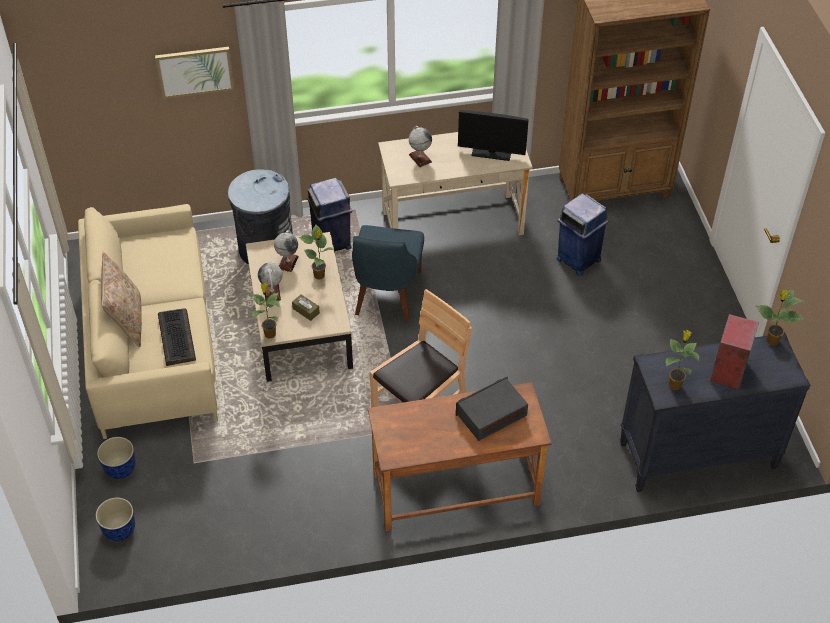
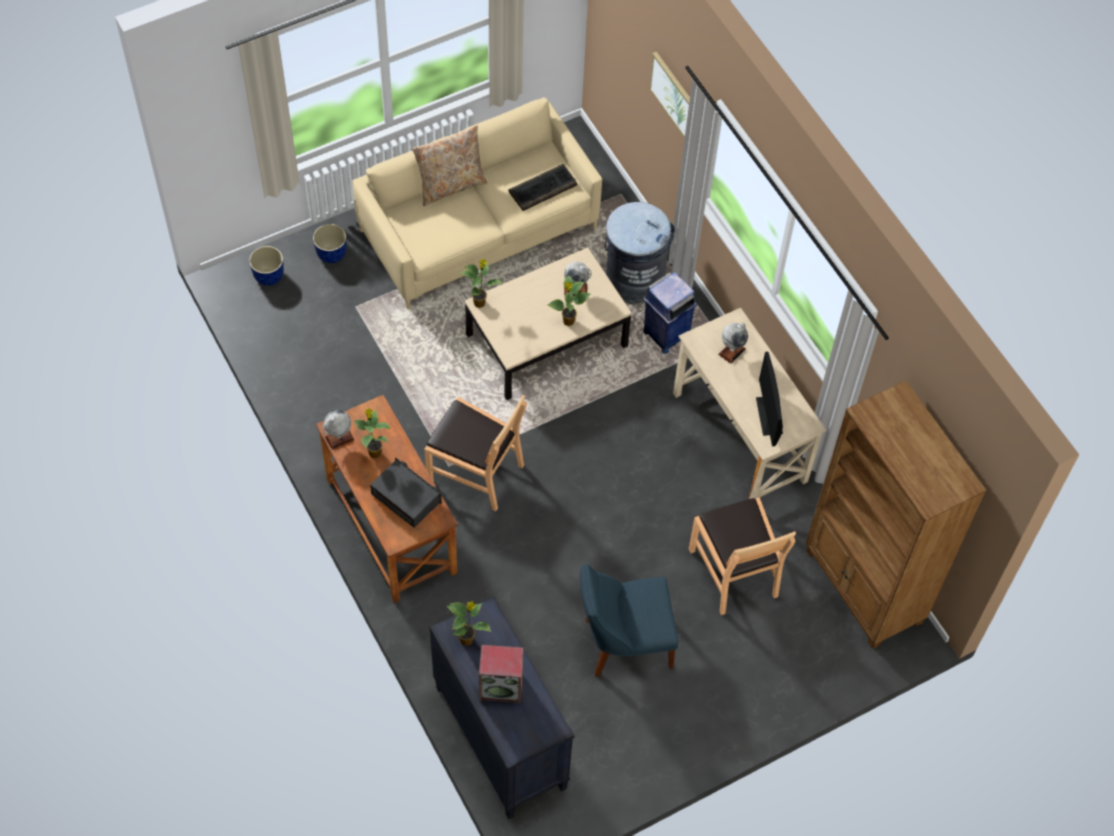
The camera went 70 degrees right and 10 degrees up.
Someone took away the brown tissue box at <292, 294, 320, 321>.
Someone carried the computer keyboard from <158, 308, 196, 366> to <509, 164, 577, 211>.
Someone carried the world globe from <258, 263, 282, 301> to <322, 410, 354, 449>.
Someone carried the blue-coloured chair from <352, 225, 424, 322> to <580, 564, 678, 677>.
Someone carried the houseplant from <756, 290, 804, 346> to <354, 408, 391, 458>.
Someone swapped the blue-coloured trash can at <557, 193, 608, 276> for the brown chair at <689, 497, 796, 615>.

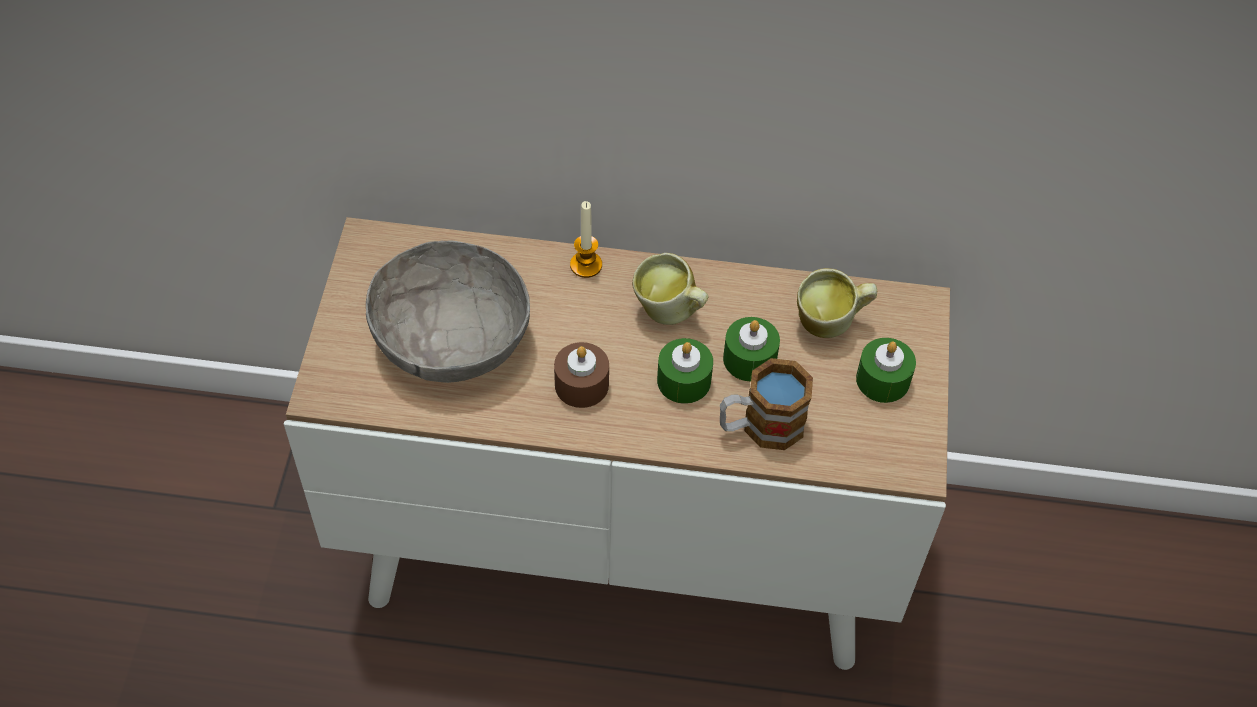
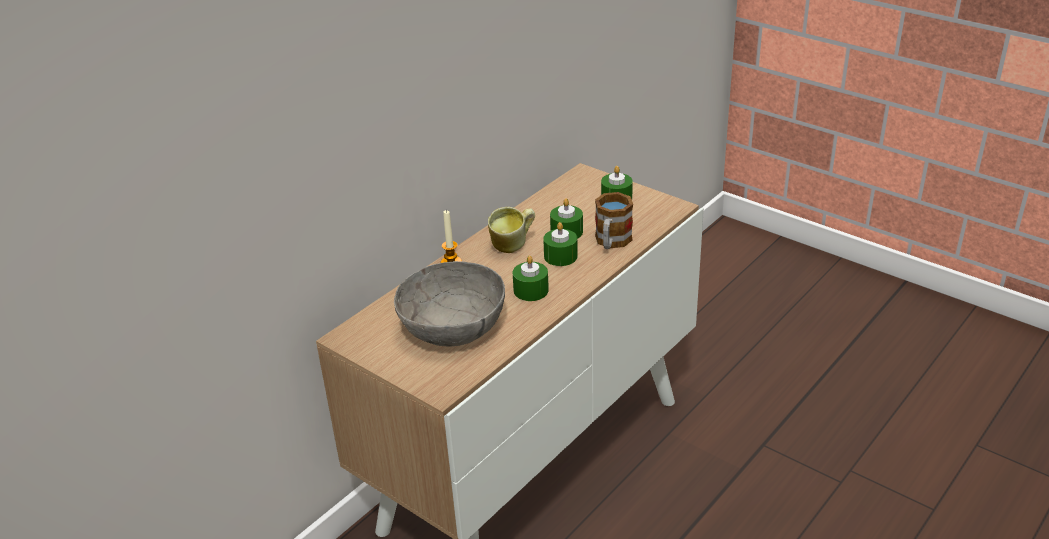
The camera went 55 degrees left and 20 degrees down.
Someone took away the coffee mug at <797, 268, 877, 338>.
Someone repainted the brown candle at <554, 342, 609, 408>, which became the green-coloured candle at <513, 256, 549, 301>.

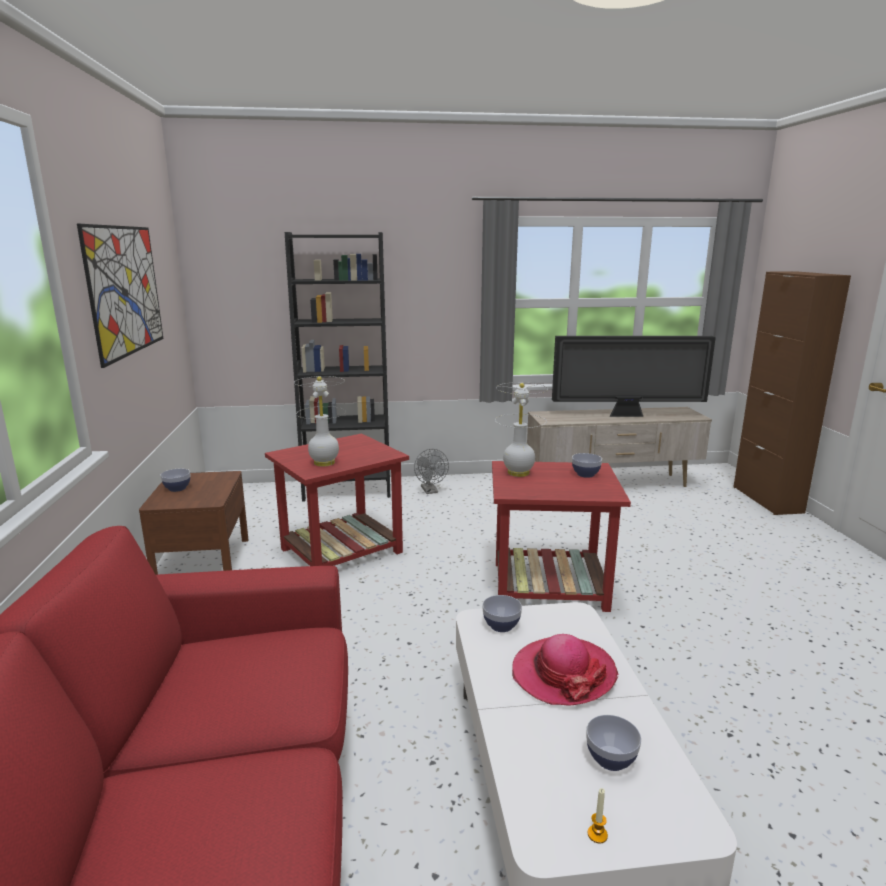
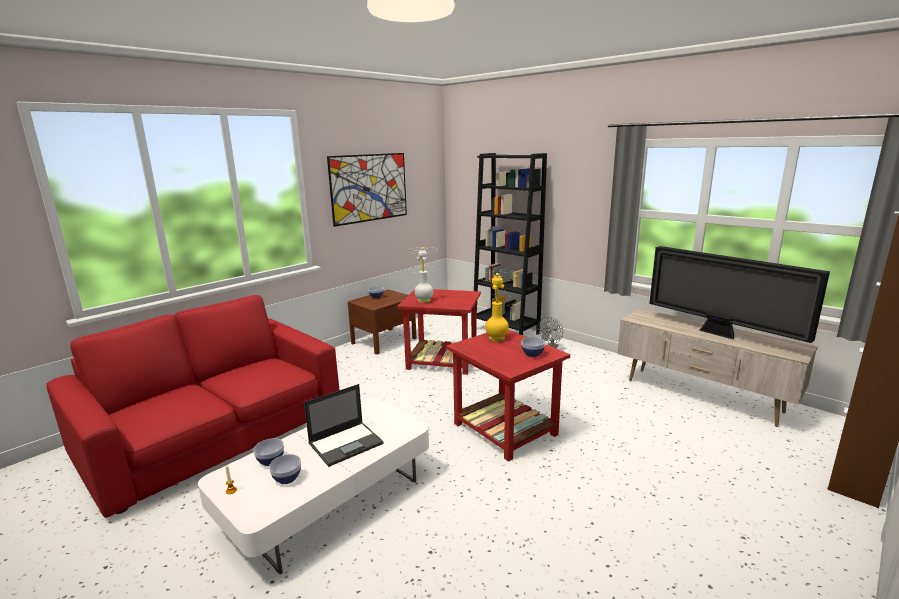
The camera went 50 degrees right and 0 degrees up.
Someone carried the serving bowl from <482, 595, 522, 632> to <253, 438, 284, 466>.
Someone swapped the wearable hat at <512, 634, 619, 706> for the laptop at <304, 384, 384, 467>.
Someone repainted the white table lamp at <496, 382, 546, 477>, which became the yellow table lamp at <478, 272, 517, 342>.

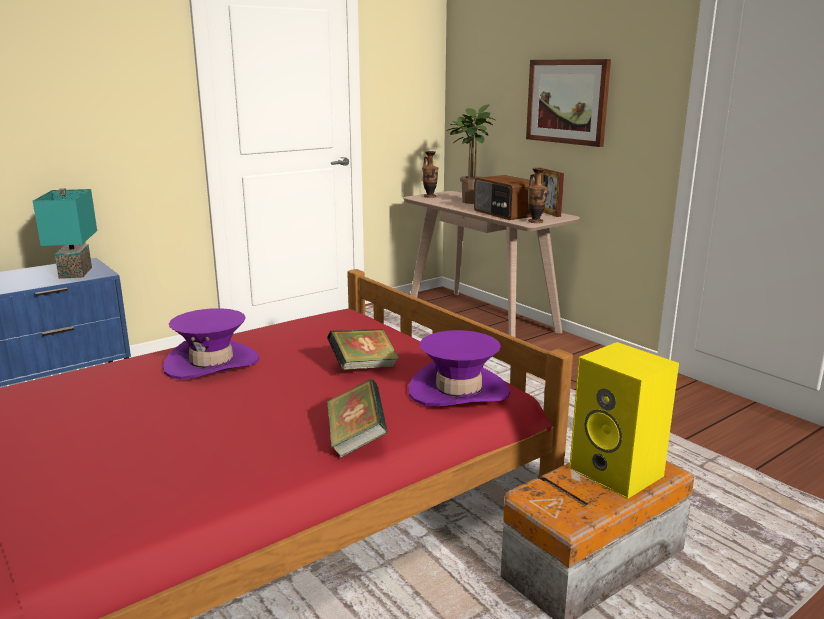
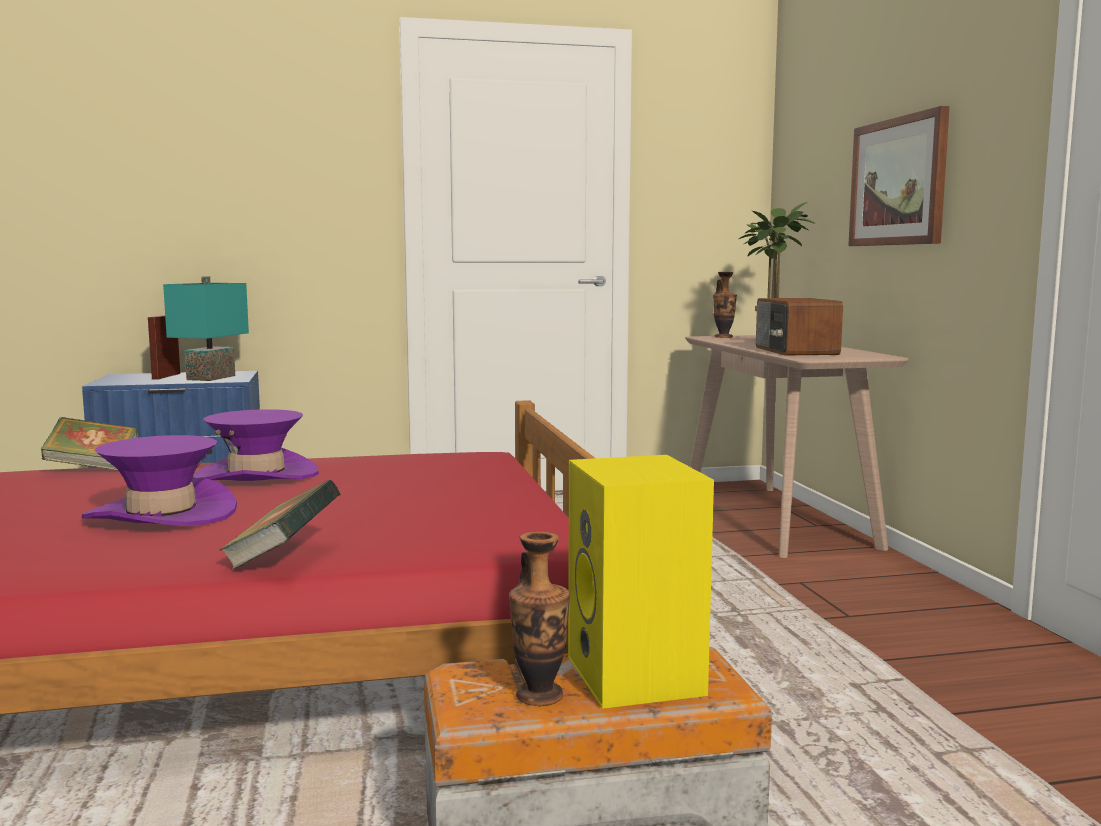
The camera went 25 degrees right and 10 degrees down.
Someone carried the bound book from <327, 329, 399, 370> to <41, 417, 139, 471>.
Someone carried the purple wearable hat from <408, 330, 510, 406> to <82, 435, 237, 526>.
Someone carried the vase from <528, 168, 548, 223> to <509, 531, 570, 706>.
Someone carried the photo frame from <541, 169, 564, 217> to <148, 315, 180, 379>.

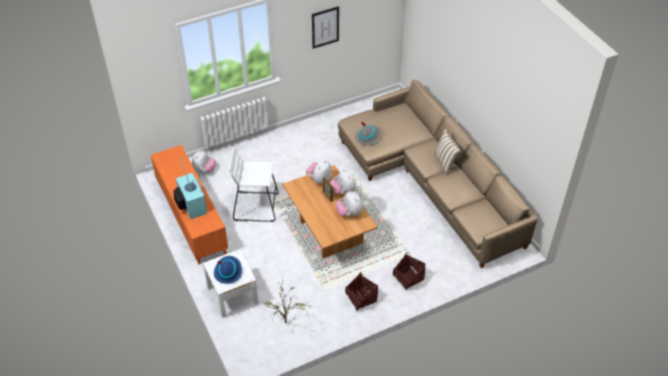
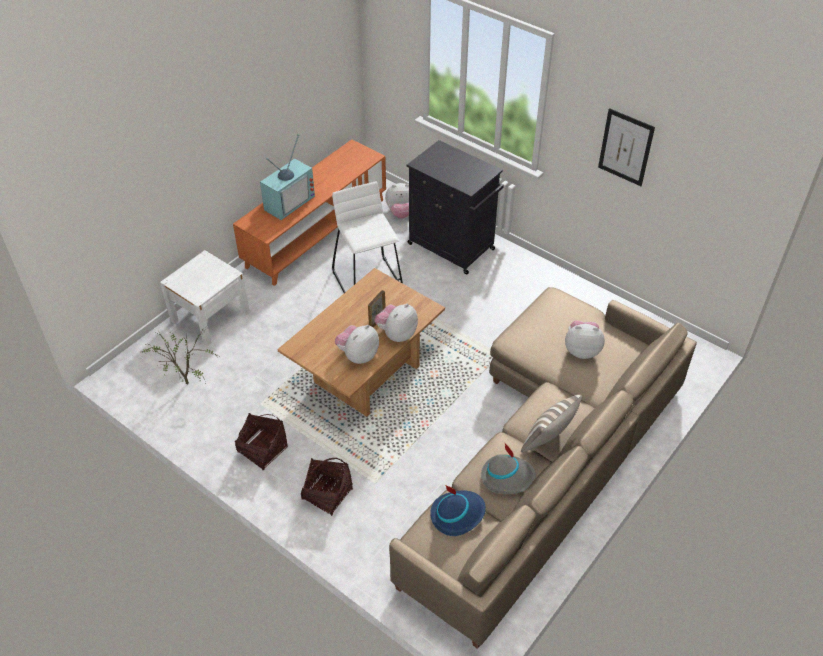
The camera went 65 degrees right and 0 degrees up.
Someone put down the blackish storage cabinet at <407, 140, 504, 275>.
Someone carried the blue-coloured wearable hat from <214, 256, 242, 284> to <430, 485, 486, 536>.
Someone carried the soft toy from <306, 160, 332, 184> to <565, 320, 605, 359>.
Someone carried the greyish wearable hat from <355, 122, 381, 145> to <481, 442, 536, 494>.

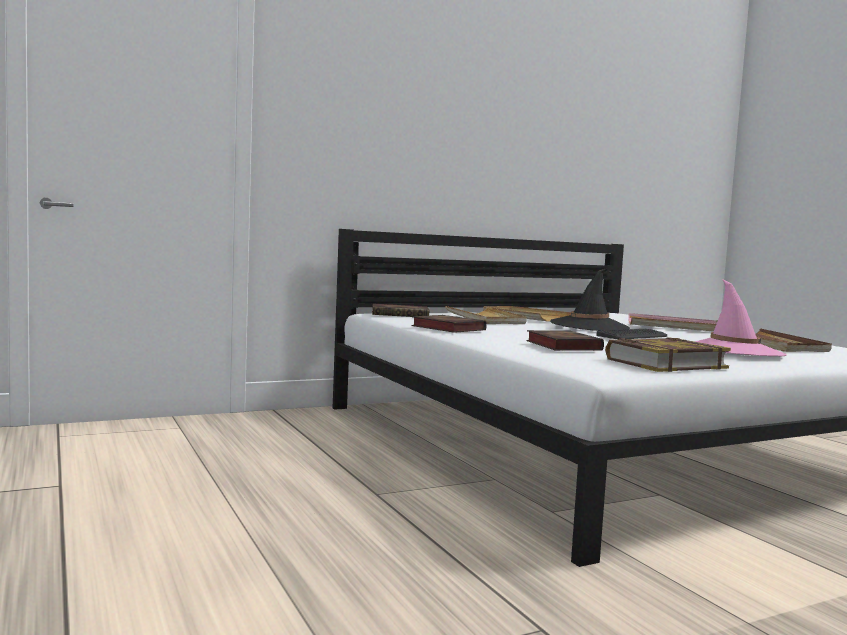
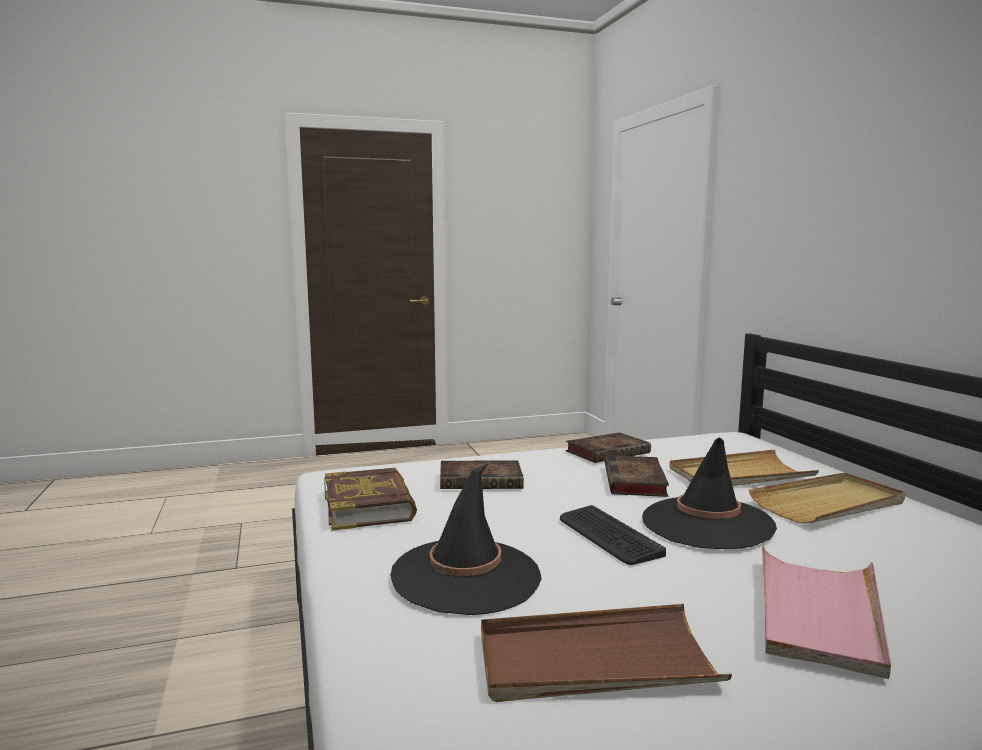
The camera went 100 degrees right and 5 degrees up.
Someone carried the bound book from <372, 304, 429, 317> to <605, 455, 669, 497>.
Someone repainted the pinkish wearable hat at <695, 279, 787, 356>, which became the blackish wearable hat at <390, 463, 542, 615>.

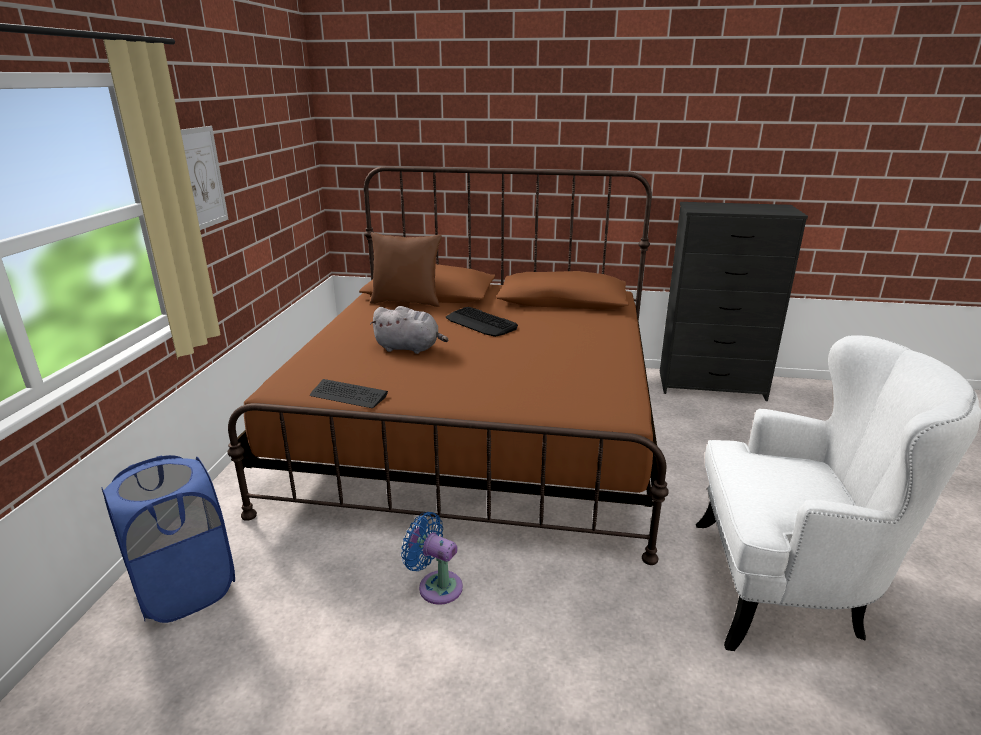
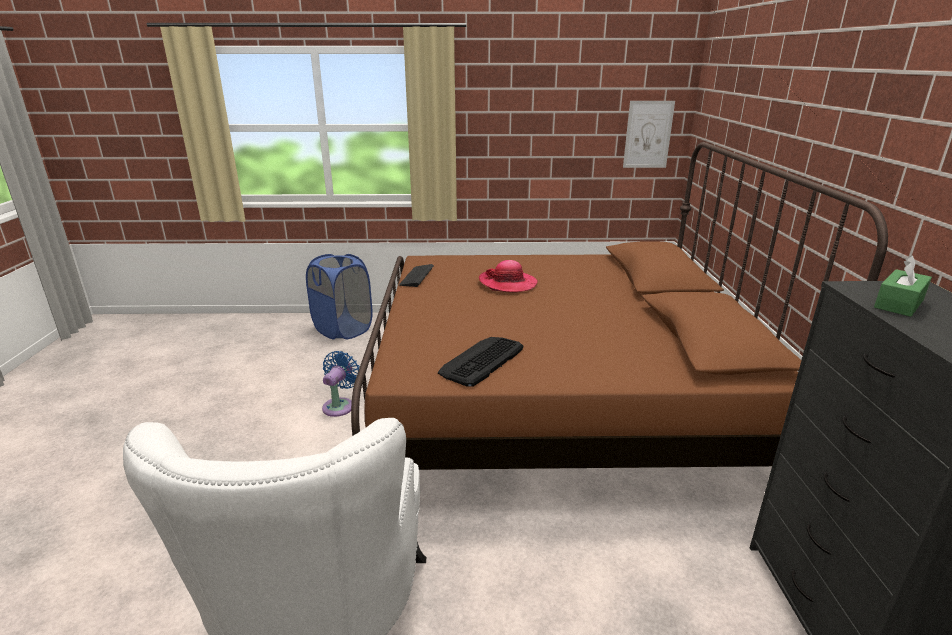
The camera went 80 degrees right and 0 degrees up.
Someone took away the brown pillow at <370, 232, 442, 307>.
Someone put down the green-coloured tissue box at <874, 255, 932, 317>.
Someone carried the picture from <181, 126, 228, 230> to <623, 101, 675, 168>.
Someone carried the computer keyboard from <446, 307, 518, 337> to <438, 337, 524, 387>.
Someone swapped the greyish soft toy at <370, 306, 448, 354> for the wearable hat at <479, 260, 538, 292>.

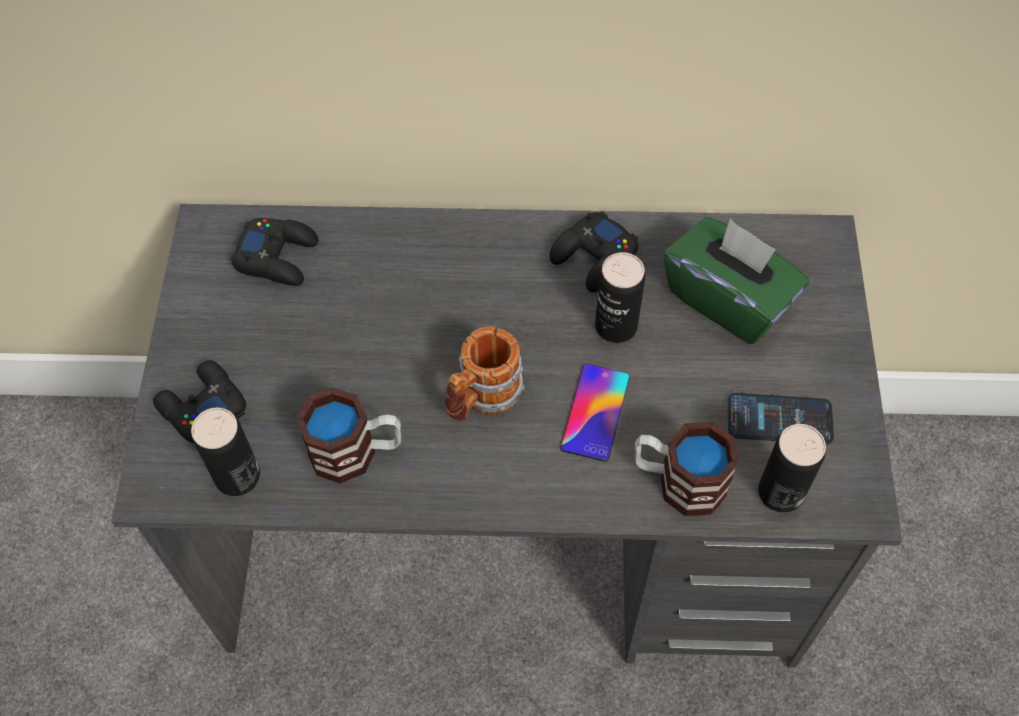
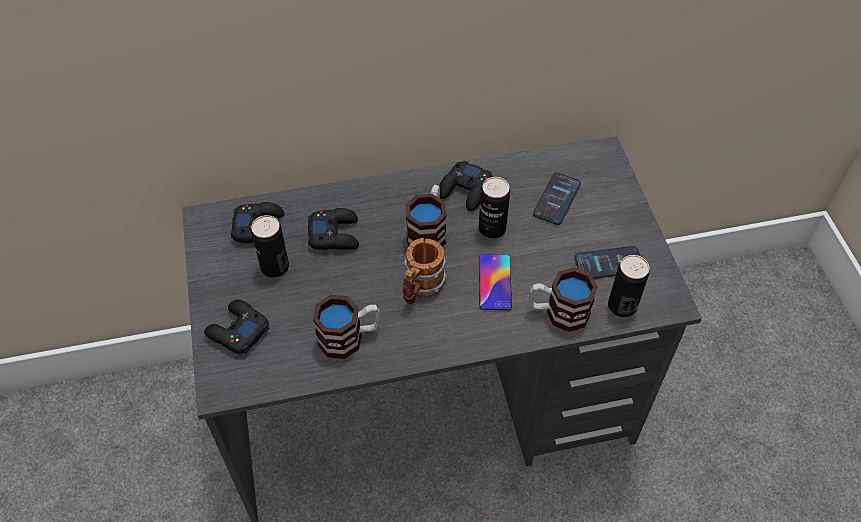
The camera went 15 degrees left and 5 degrees down.
Someone put down the blackish gamepad at <308, 208, 359, 250>.
Someone put down the coffee mug at <405, 185, 447, 247>.
Someone carried the can from <191, 408, 260, 496> to <251, 215, 289, 277>.
Someone swapped the green-coloured tissue box at <664, 217, 809, 344> for the handset at <533, 173, 581, 225>.

